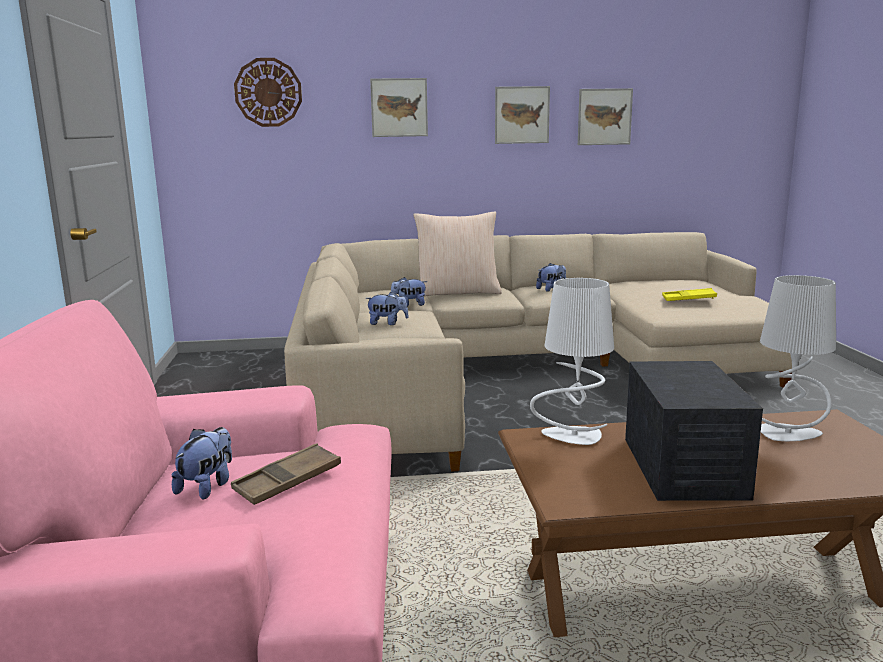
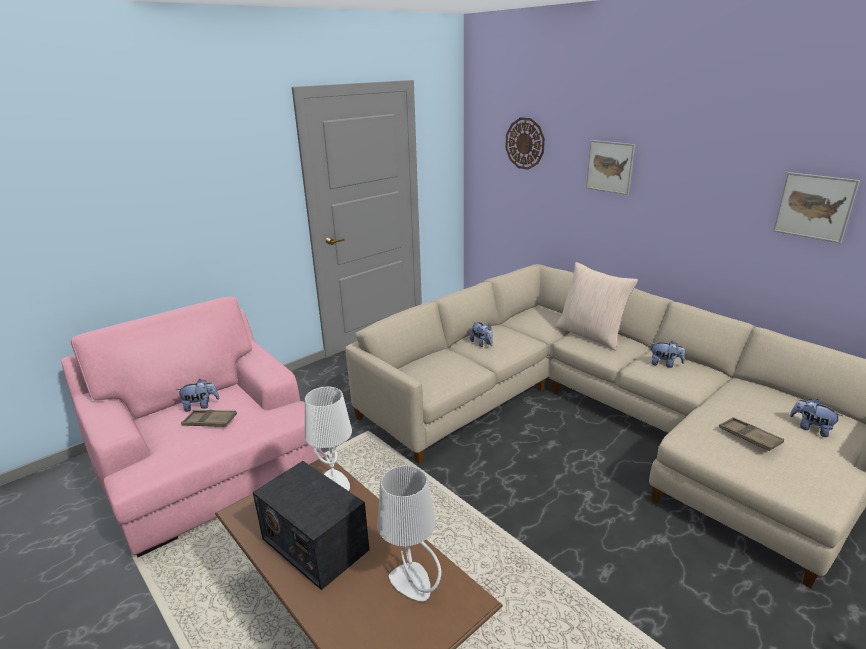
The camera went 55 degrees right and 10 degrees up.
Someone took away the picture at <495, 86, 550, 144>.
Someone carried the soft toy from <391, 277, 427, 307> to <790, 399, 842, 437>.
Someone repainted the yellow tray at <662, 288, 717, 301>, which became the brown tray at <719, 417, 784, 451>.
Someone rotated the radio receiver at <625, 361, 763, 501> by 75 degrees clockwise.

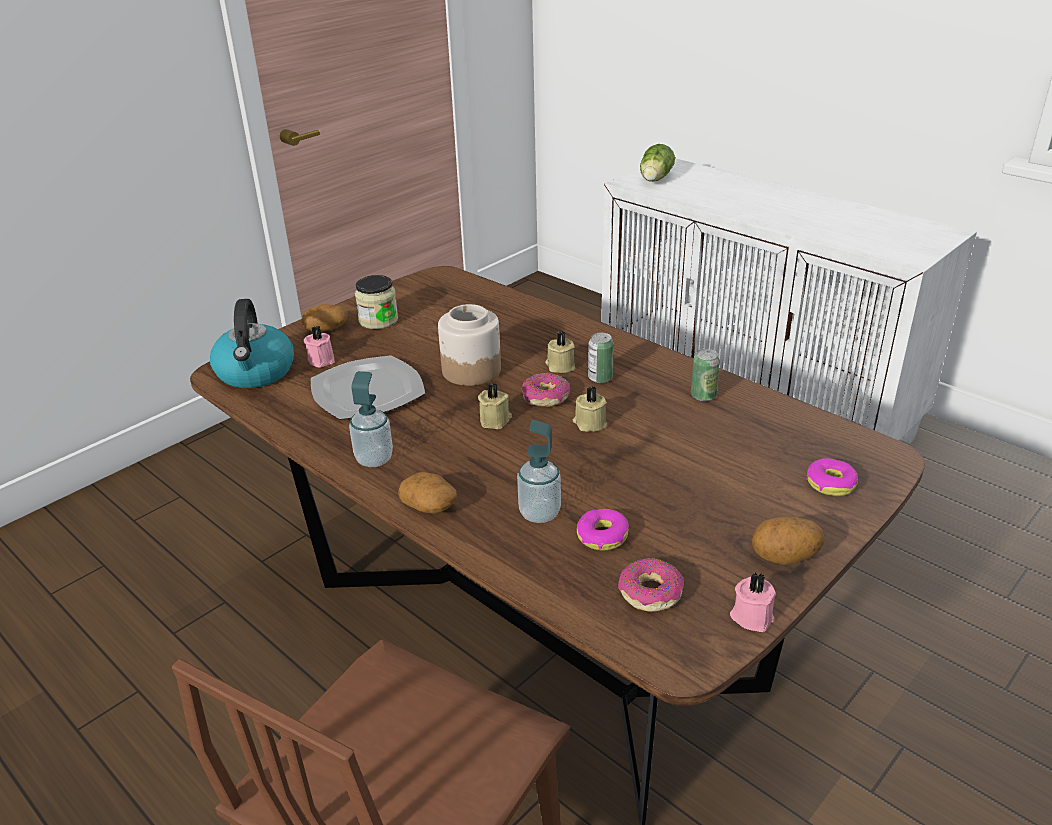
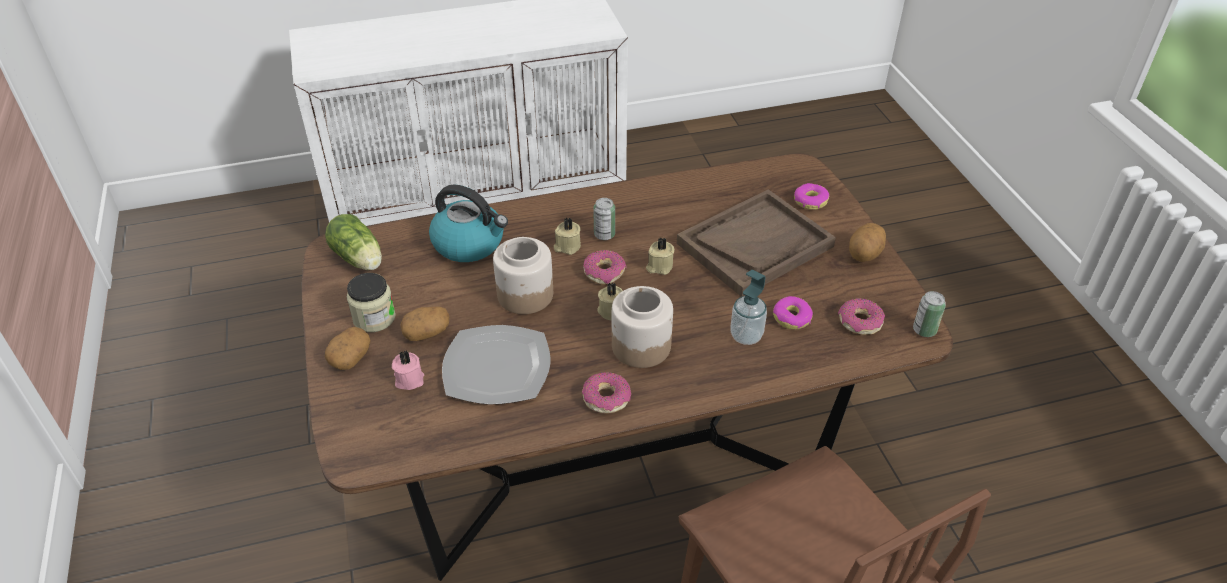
The camera went 60 degrees left and 10 degrees up.
Someone took away the pinkish candle at <730, 572, 776, 632>.
Someone put down the storage jar at <612, 286, 673, 368>.
Someone put down the brown tray at <677, 189, 836, 297>.
Someone carried the water kettle from <210, 299, 294, 388> to <429, 185, 508, 262>.
Someone carried the whole potato from <398, 472, 457, 514> to <401, 306, 450, 341>.
Someone carried the lettuce from <640, 144, 675, 182> to <325, 214, 382, 270>.
Someone carried the can from <691, 349, 720, 401> to <913, 291, 946, 337>.
Someone swapped the liquid soap bottle at <349, 371, 393, 467> for the donut at <582, 372, 631, 413>.

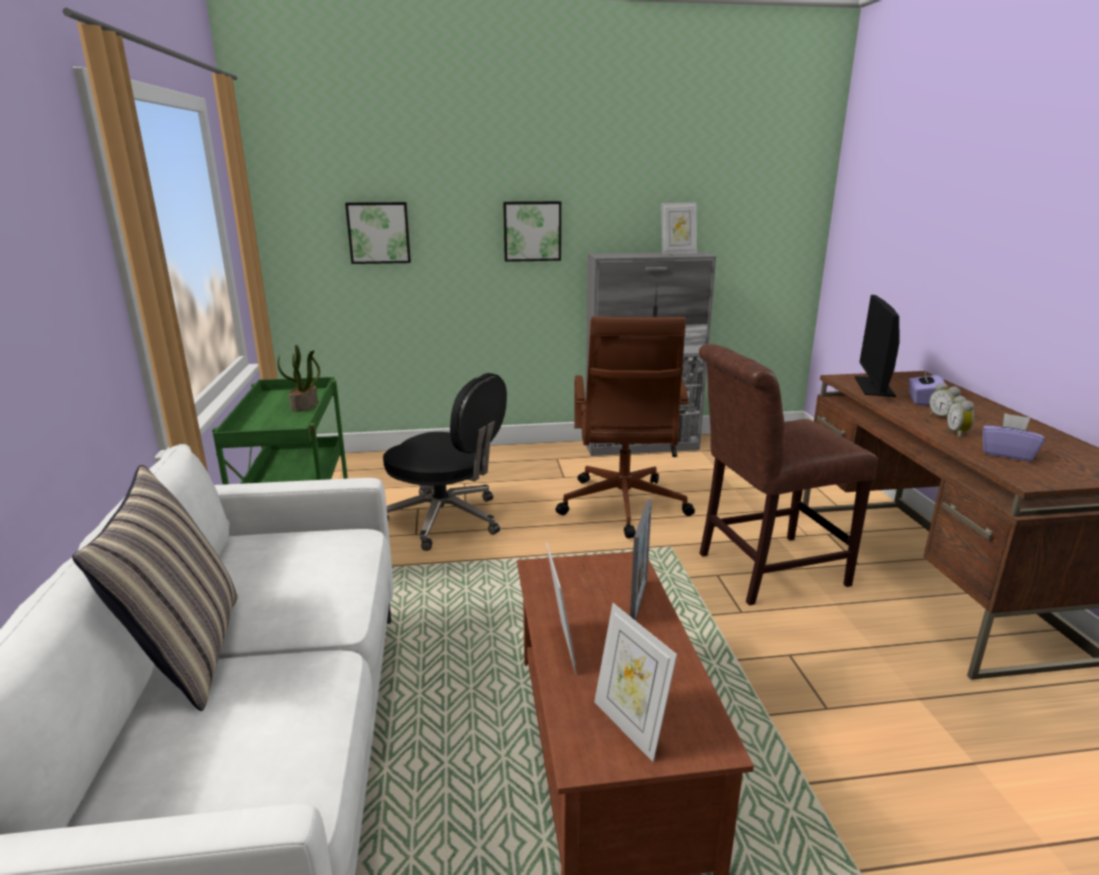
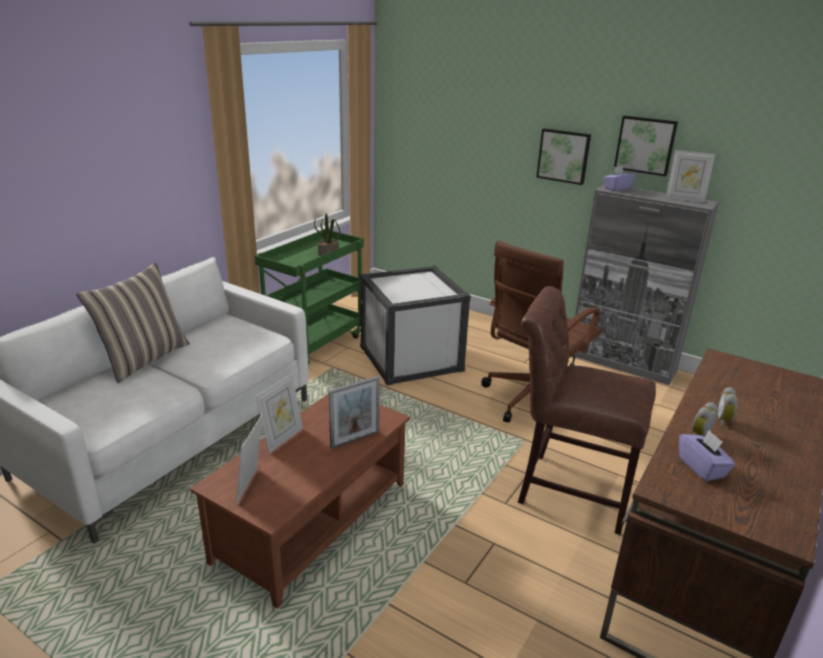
The camera went 40 degrees right and 5 degrees up.
Someone took away the computer display at <854, 295, 899, 397>.
Someone carried the picture from <345, 202, 411, 264> to <614, 116, 678, 176>.
Someone carried the purple tissue box from <909, 369, 945, 406> to <603, 166, 635, 191>.
Someone swapped the blackish desk chair at <383, 373, 507, 551> for the white storage container at <360, 265, 471, 386>.

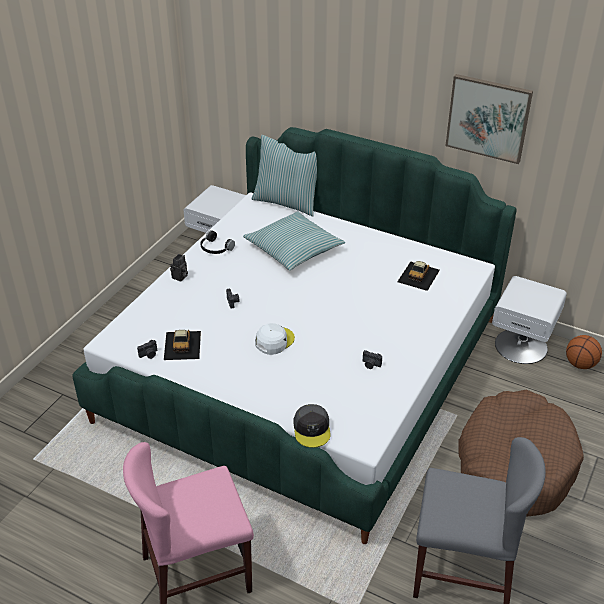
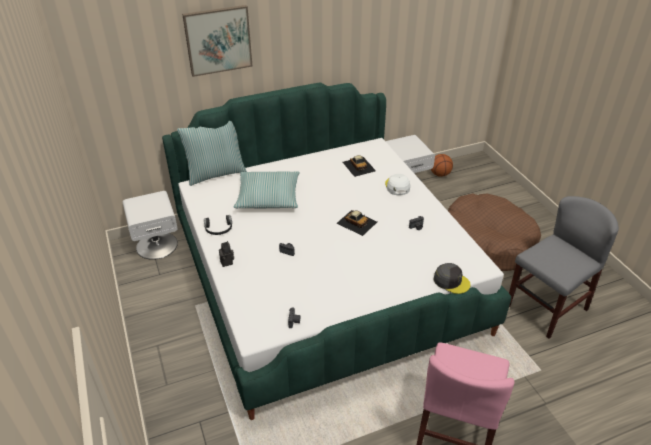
The camera went 50 degrees left and 0 degrees up.
Someone carried the model car from <164, 330, 201, 360> to <336, 210, 377, 236>.
Someone carried the white cap from <255, 323, 295, 355> to <385, 174, 410, 195>.
Someone carried the picture from <446, 74, 533, 164> to <182, 5, 253, 77>.

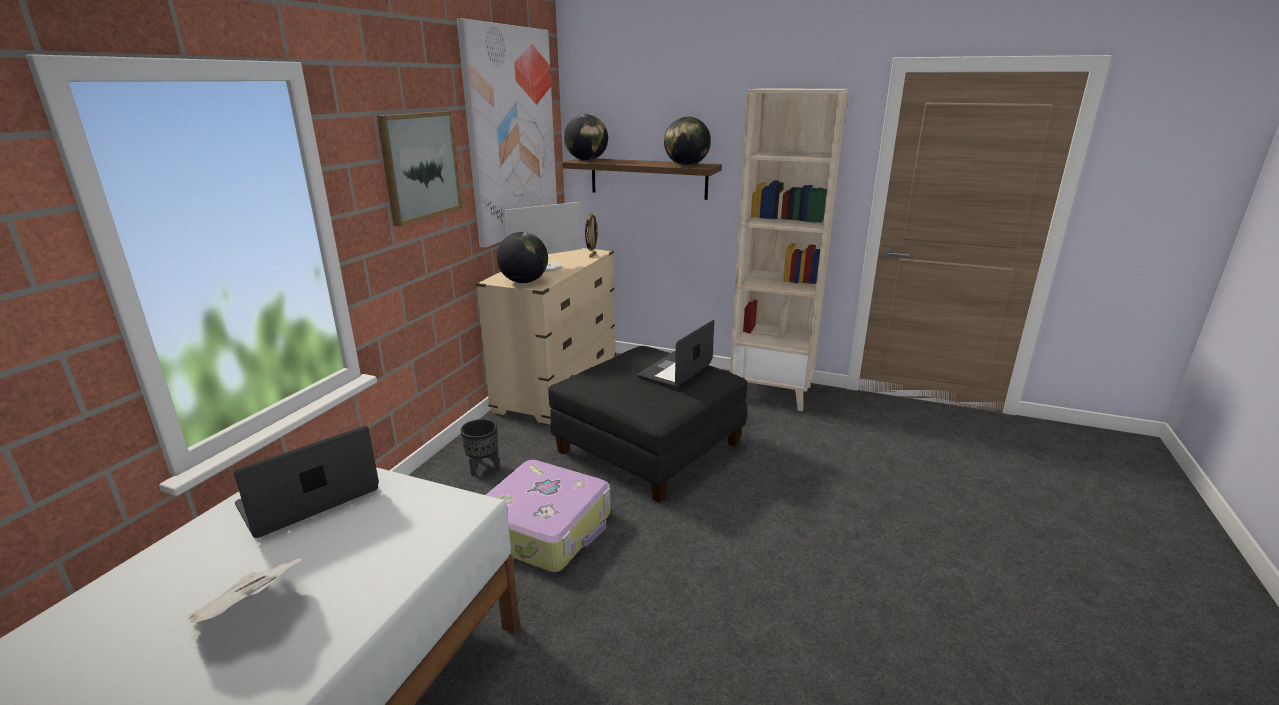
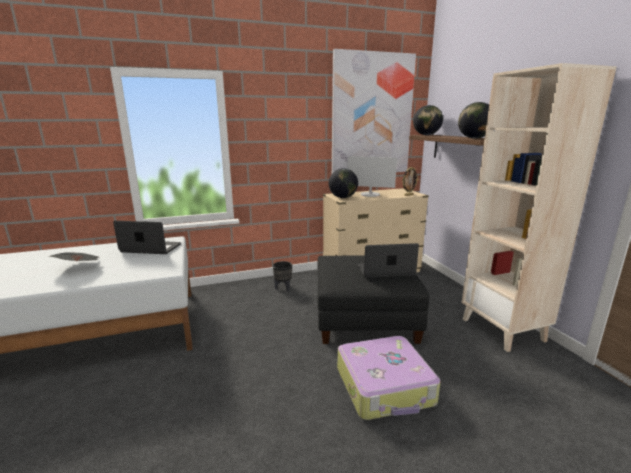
The camera went 50 degrees right and 5 degrees down.
Someone took away the picture at <377, 111, 462, 226>.
Someone carried the piece of luggage from <486, 460, 611, 572> to <337, 336, 440, 420>.

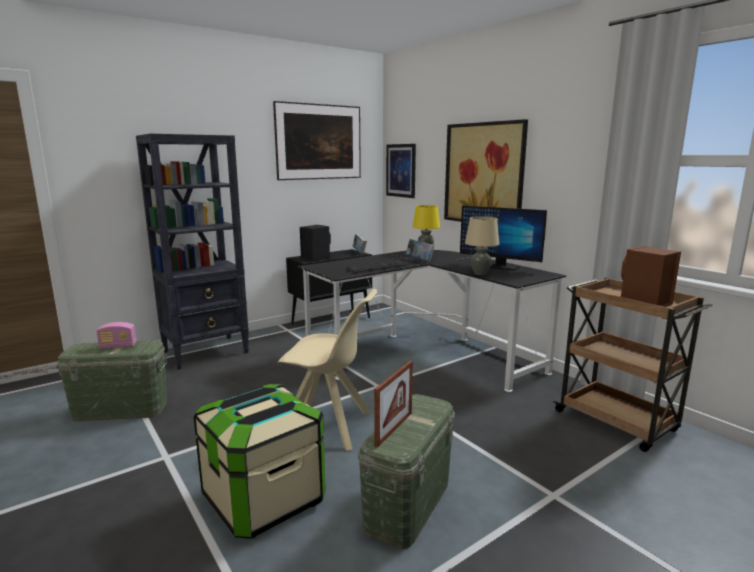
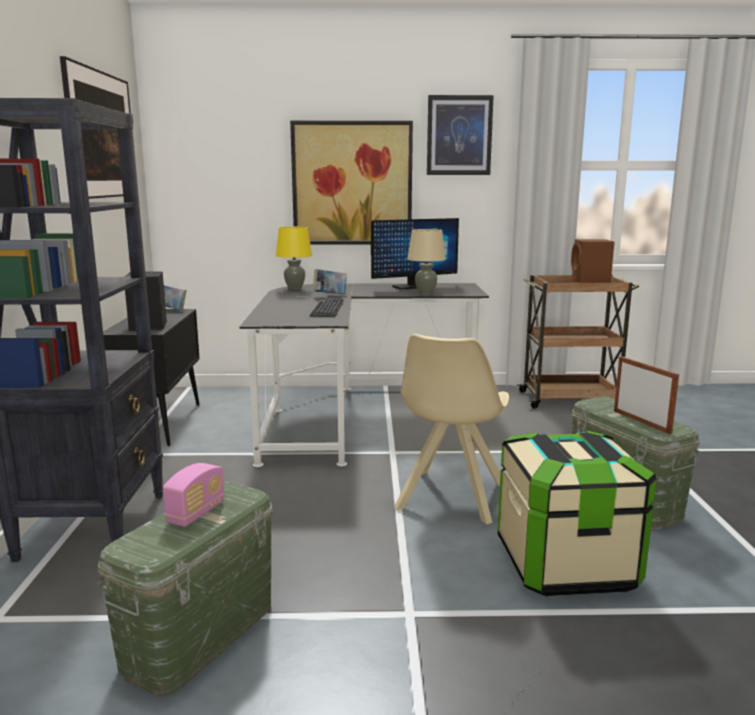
The camera went 55 degrees left and 0 degrees up.
Someone carried the picture from <386, 144, 416, 198> to <427, 95, 494, 175>.
Someone rotated the sand-coloured chair at <277, 289, 377, 451> by 150 degrees clockwise.

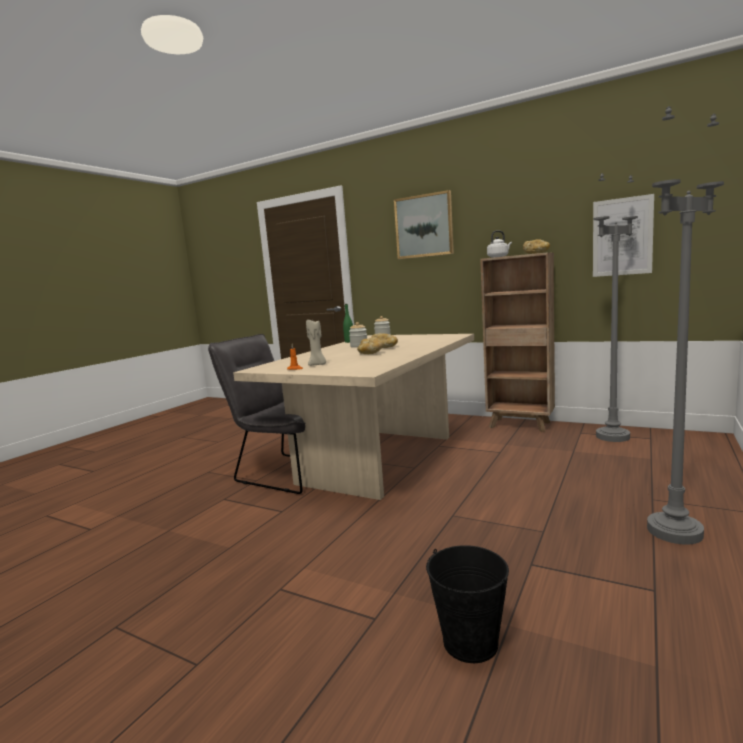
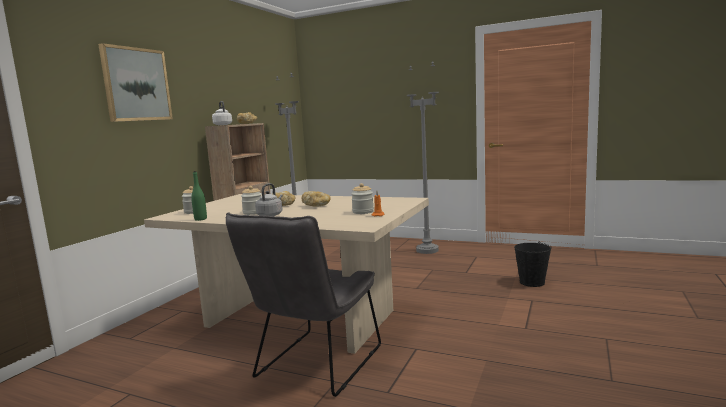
The camera went 95 degrees left and 0 degrees up.
Someone took away the picture at <593, 194, 654, 277>.
Someone put down the greyish water kettle at <255, 183, 283, 216>.
Someone swapped the sand-coloured candle at <306, 320, 326, 366> for the storage jar at <351, 183, 374, 214>.

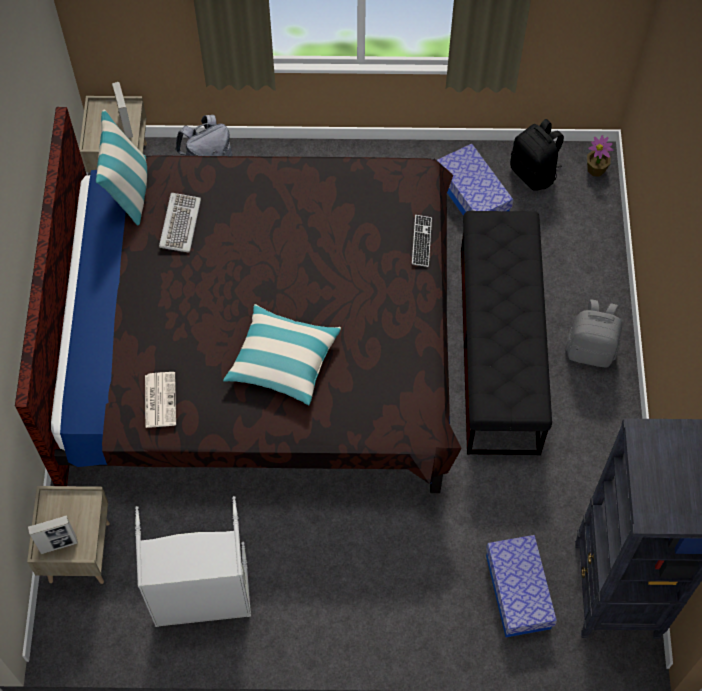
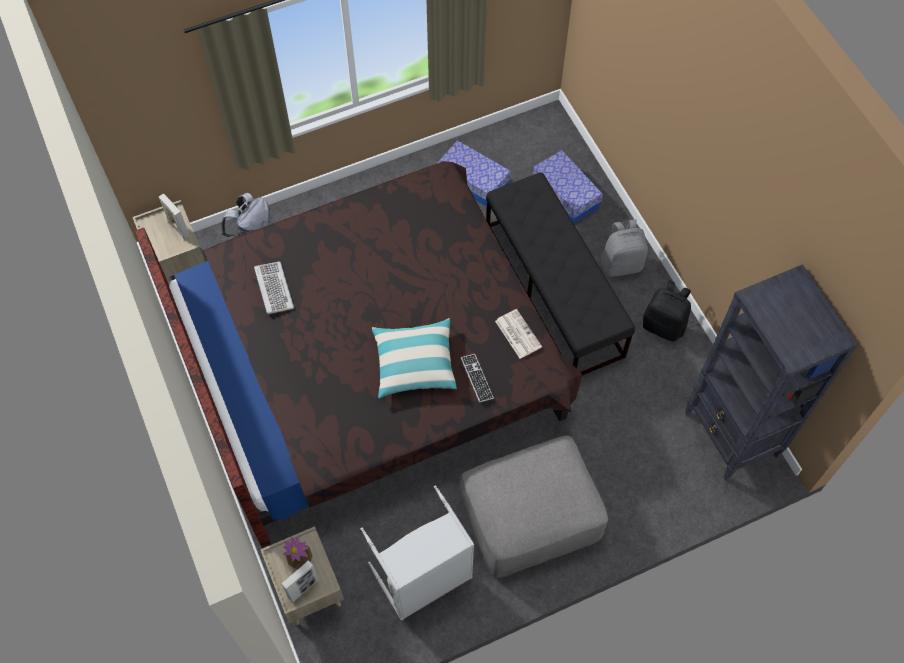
The camera went 25 degrees left and 0 degrees up.
Someone took away the pillow at <96, 110, 147, 225>.
Someone put down the greyish pouffe at <460, 436, 608, 578>.
Someone carried the printed paper from <145, 372, 176, 428> to <495, 309, 542, 359>.
Someone carried the computer keyboard from <412, 215, 432, 267> to <461, 354, 494, 403>.
Someone carried the storage container from <486, 535, 557, 637> to <533, 150, 603, 223>.
Someone carried the blackish rucksack from <510, 119, 564, 191> to <643, 280, 691, 342>.
Someone carried the houseplant from <587, 135, 613, 177> to <283, 537, 312, 569>.

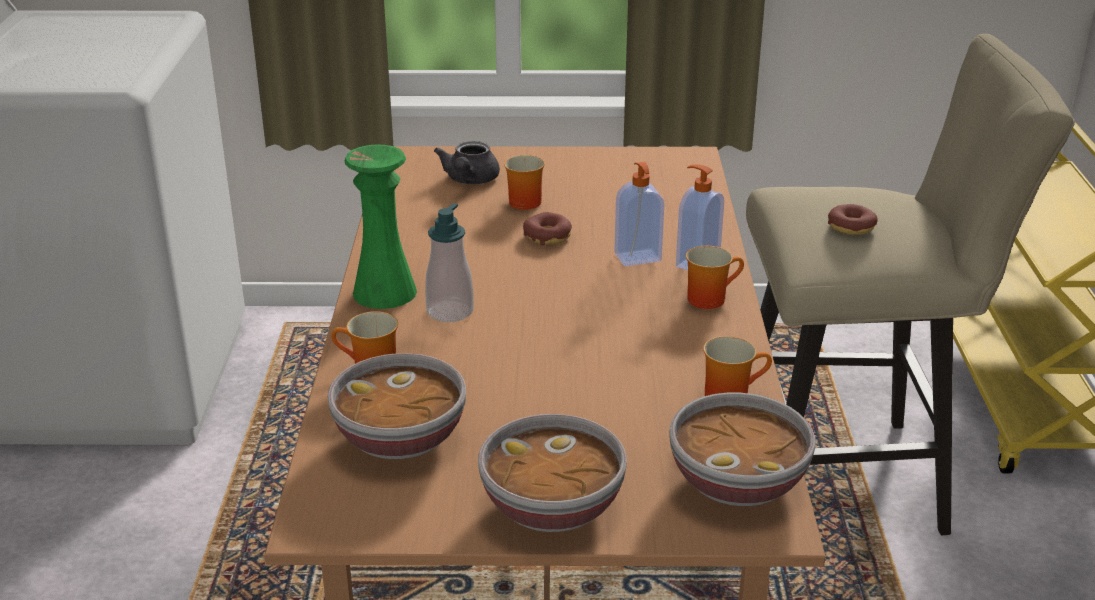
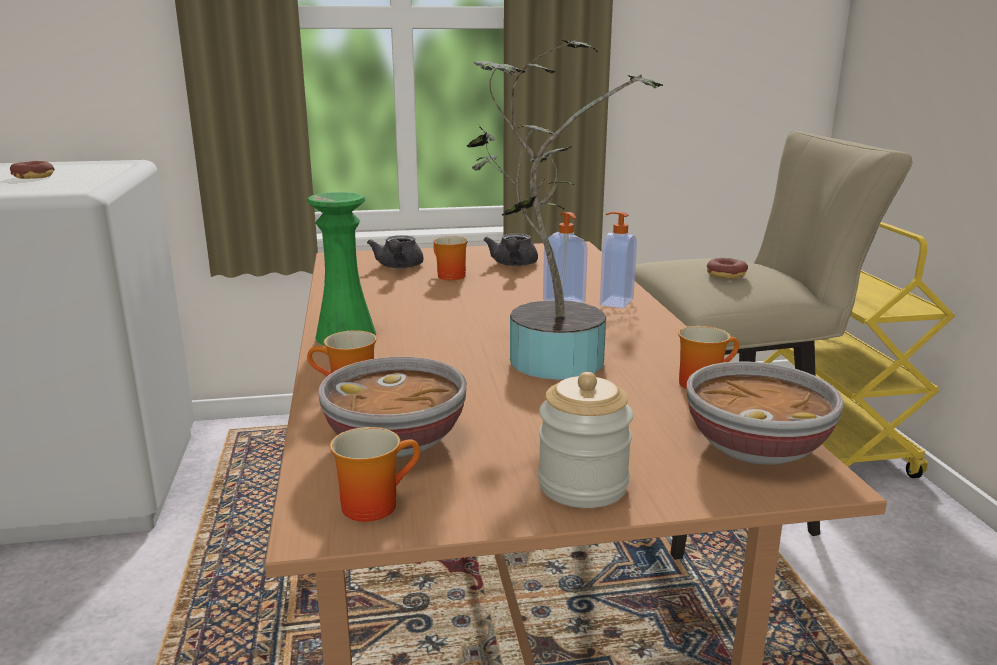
The camera went 10 degrees left and 10 degrees down.
Someone took away the liquid soap bottle at <425, 203, 474, 322>.
Someone put down the houseplant at <466, 39, 663, 380>.
Someone put down the greyish pot for tea at <484, 233, 538, 266>.
Someone carried the donut from <523, 212, 572, 245> to <10, 161, 55, 179>.
Someone carried the coffee mug from <686, 246, 744, 309> to <330, 427, 420, 522>.
Someone swapped the serving bowl at <478, 414, 627, 532> for the storage jar at <538, 372, 633, 508>.

